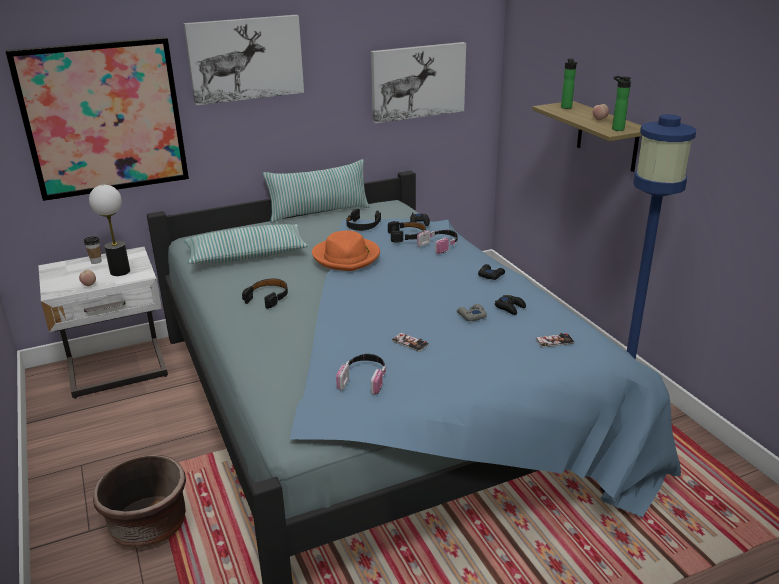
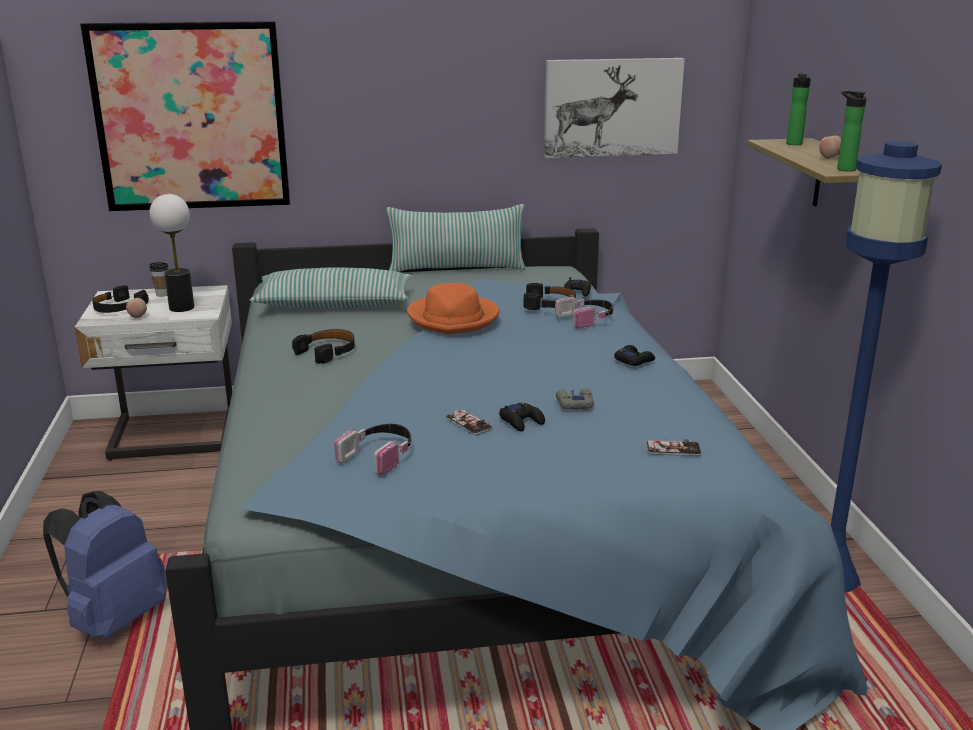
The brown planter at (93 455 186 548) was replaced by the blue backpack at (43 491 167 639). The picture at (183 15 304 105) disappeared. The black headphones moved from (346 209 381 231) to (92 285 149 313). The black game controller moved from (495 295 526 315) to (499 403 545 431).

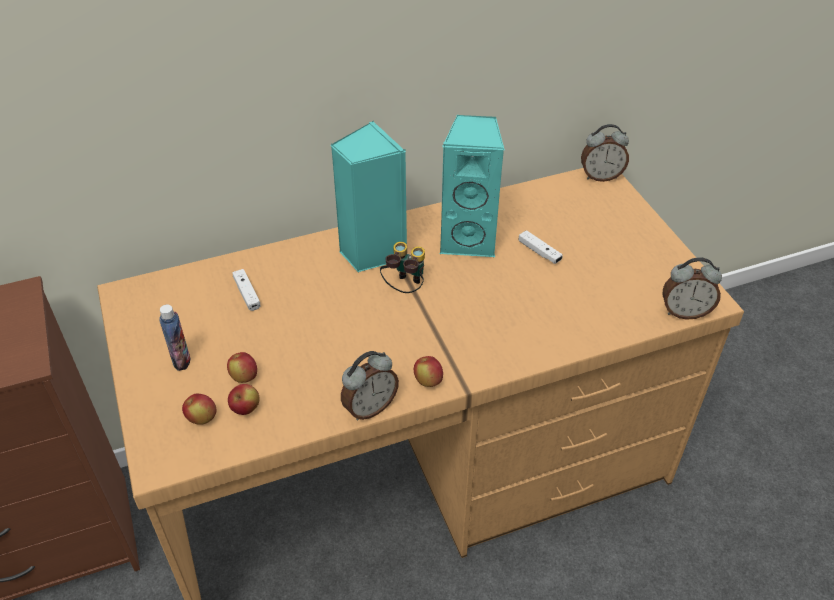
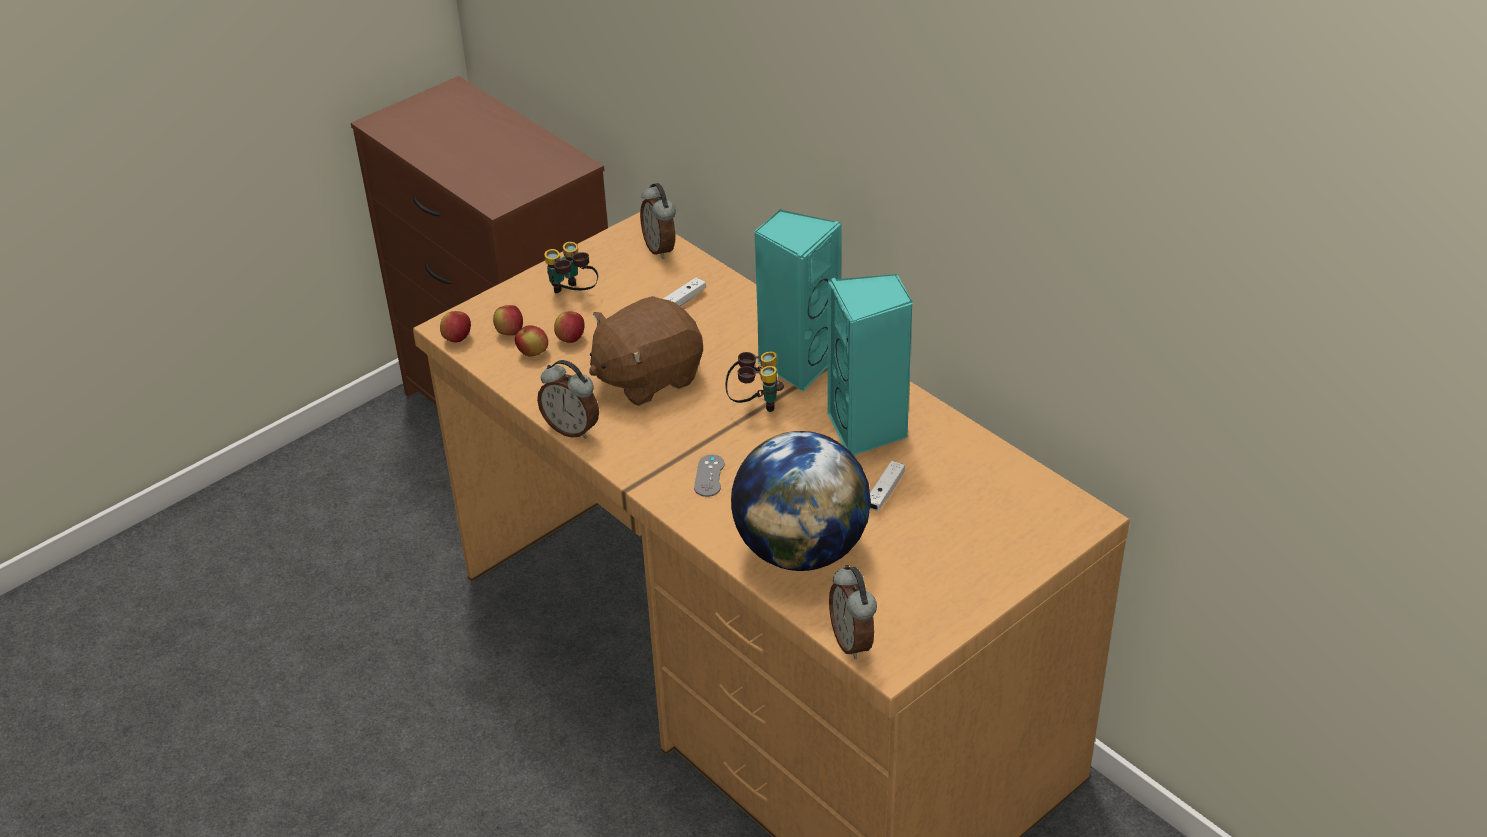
The bottle at (159 304 190 371) was replaced by the binoculars at (544 242 598 293). The apple moved from (414 356 443 387) to (440 311 471 342). The alarm clock moved from (581 124 629 182) to (640 183 676 259). The brown plush toy at (589 296 703 406) appeared. The grey game controller at (694 455 725 497) appeared. The globe at (731 431 871 571) appeared.

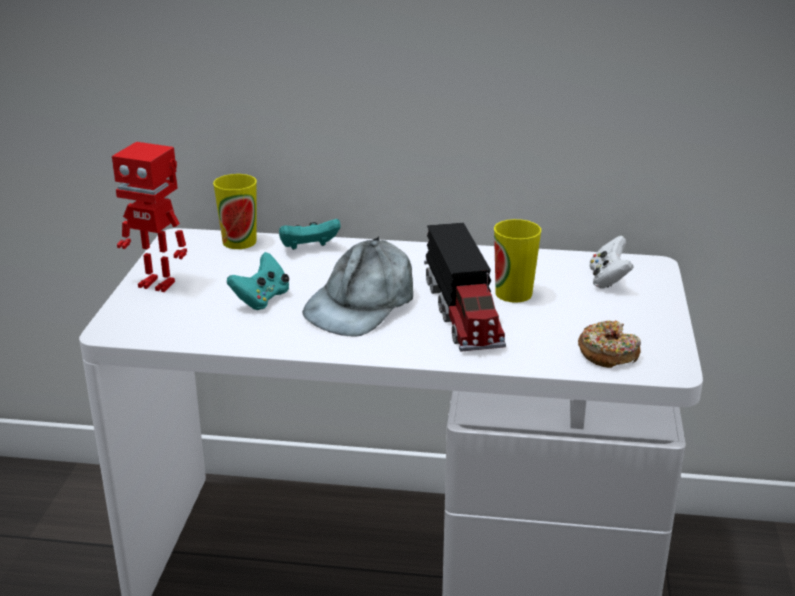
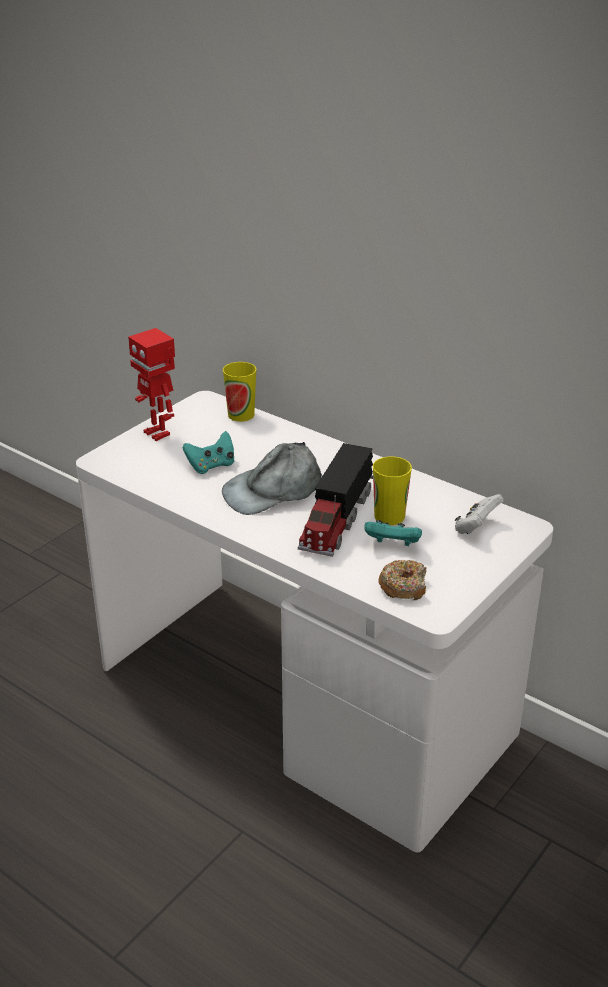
The turquoise game controller moved from (279 219 340 250) to (364 520 422 546).

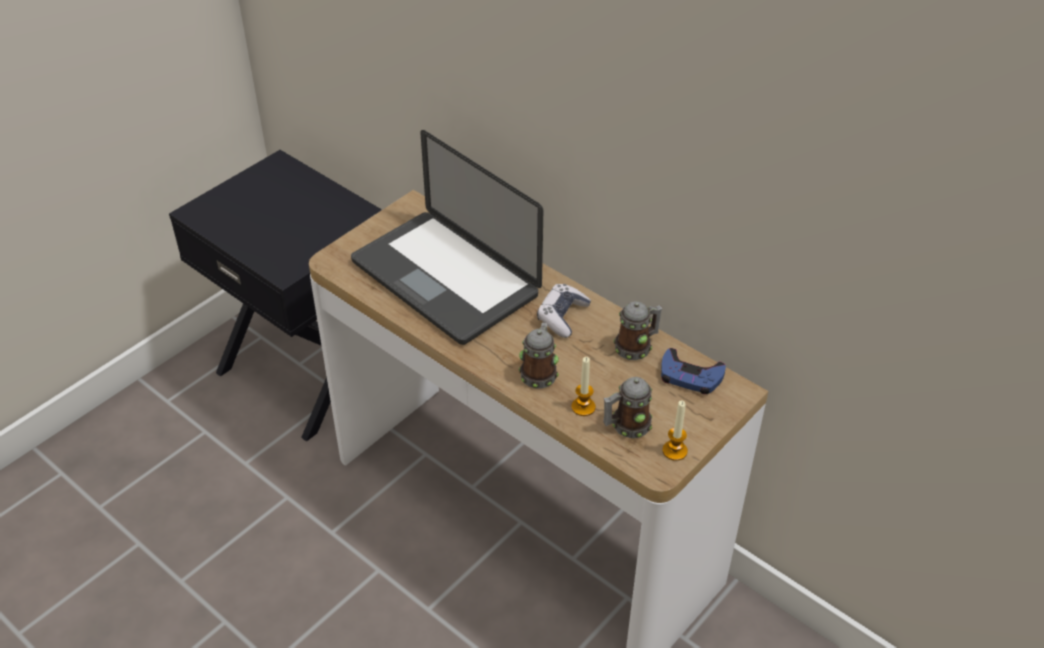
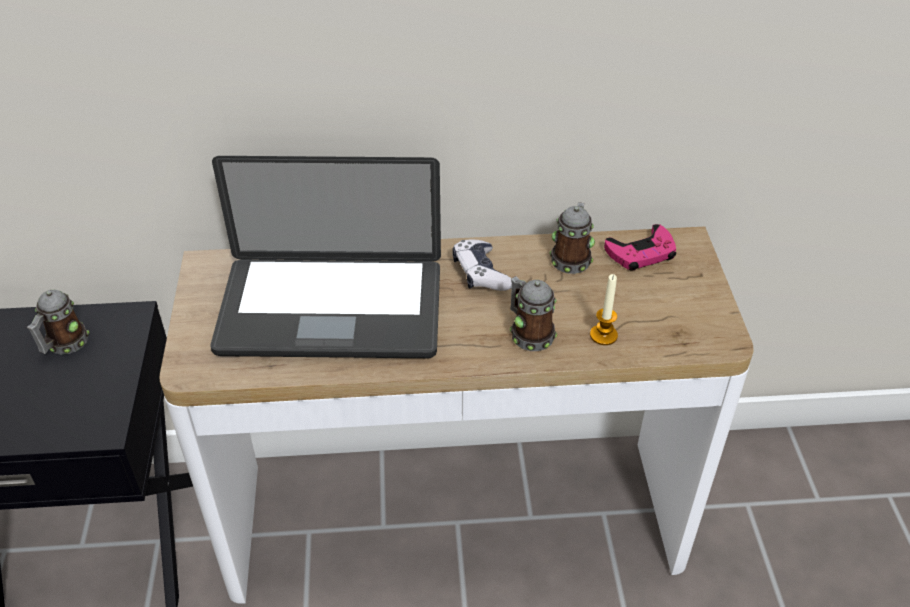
The mug moved from (603 377 652 438) to (27 290 89 354). The blue game controller at (661 348 726 394) became the pink game controller at (604 224 676 270). The candle at (663 400 688 461) disappeared.

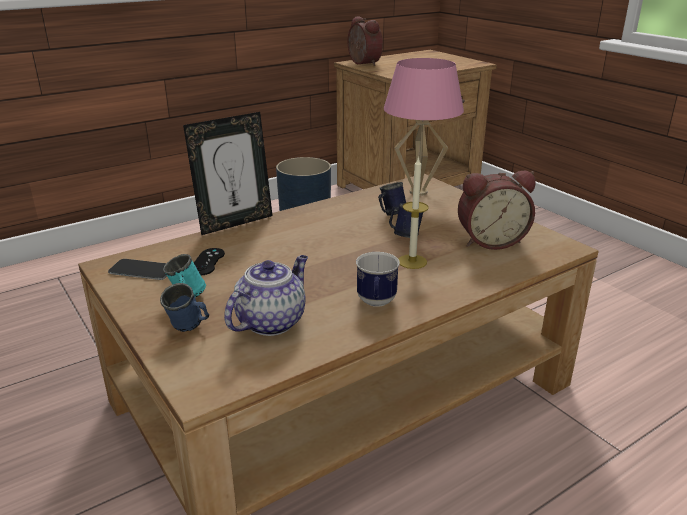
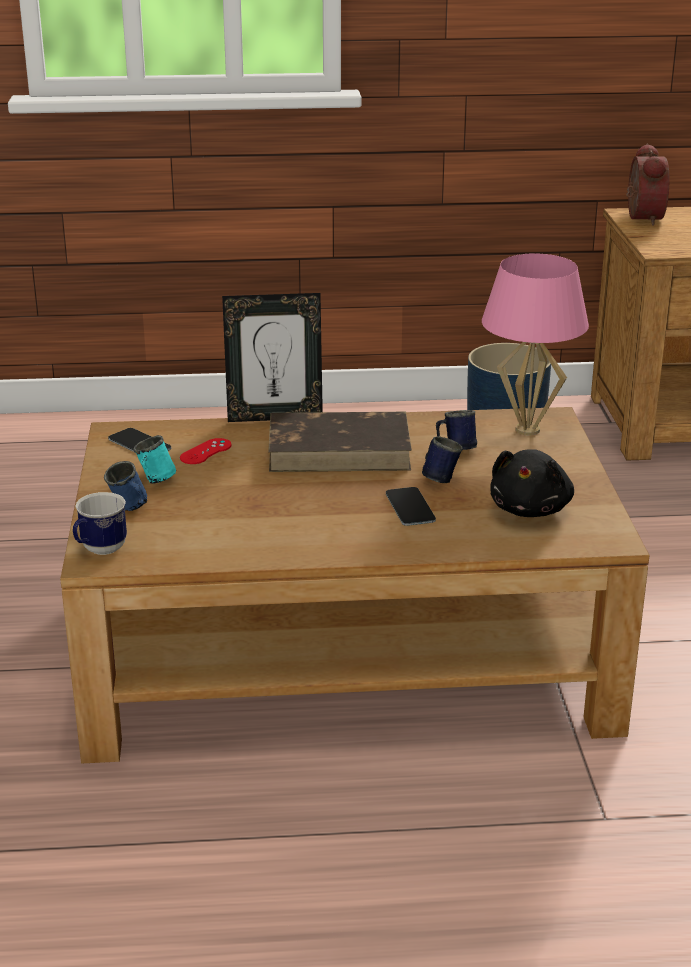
The black game controller at (194 248 225 275) became the red game controller at (180 438 231 464). The teapot at (224 255 308 336) disappeared. The mug moved from (356 252 400 307) to (73 492 127 555). The candle at (399 156 429 269) was replaced by the phone at (386 487 436 526). The alarm clock at (458 170 536 250) was replaced by the black plush toy at (490 449 574 517). The brown book at (268 412 412 472) appeared.

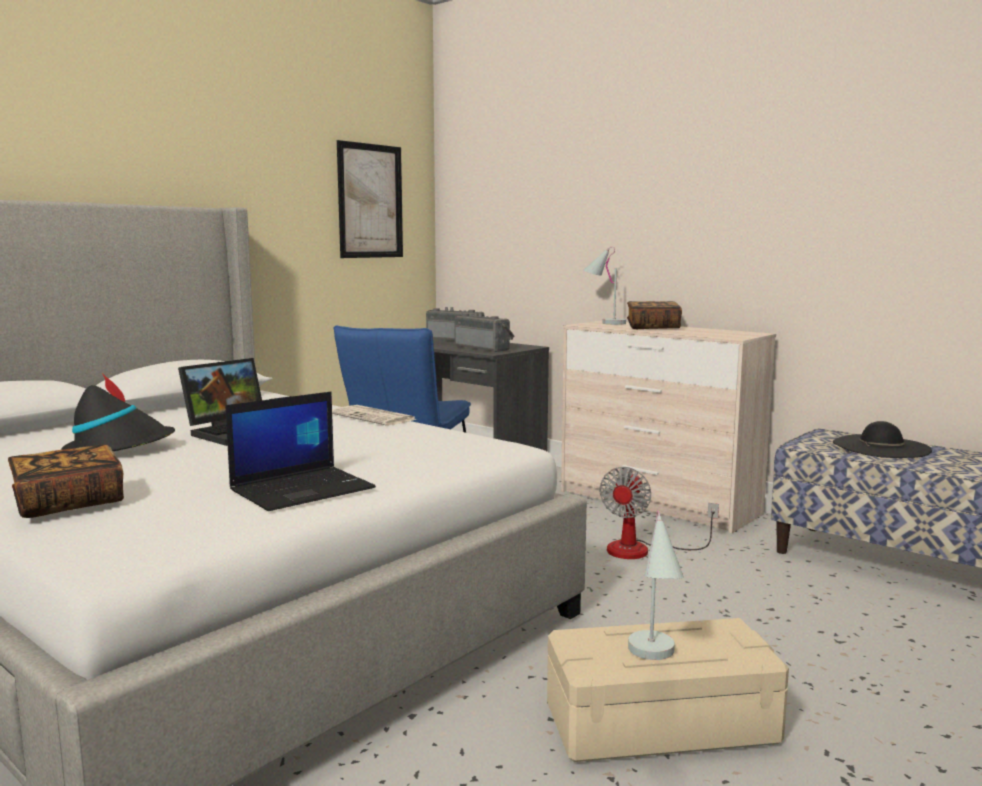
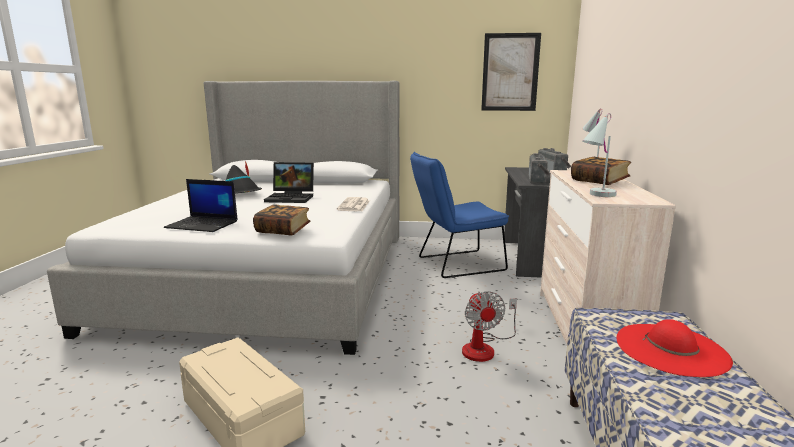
The book moved from (8 444 124 518) to (253 204 310 236). The fan at (599 467 719 559) turned 90 degrees counterclockwise. The white table lamp moved from (628 511 684 660) to (582 113 617 197). The black hat at (833 421 932 458) became the red hat at (617 319 733 377).

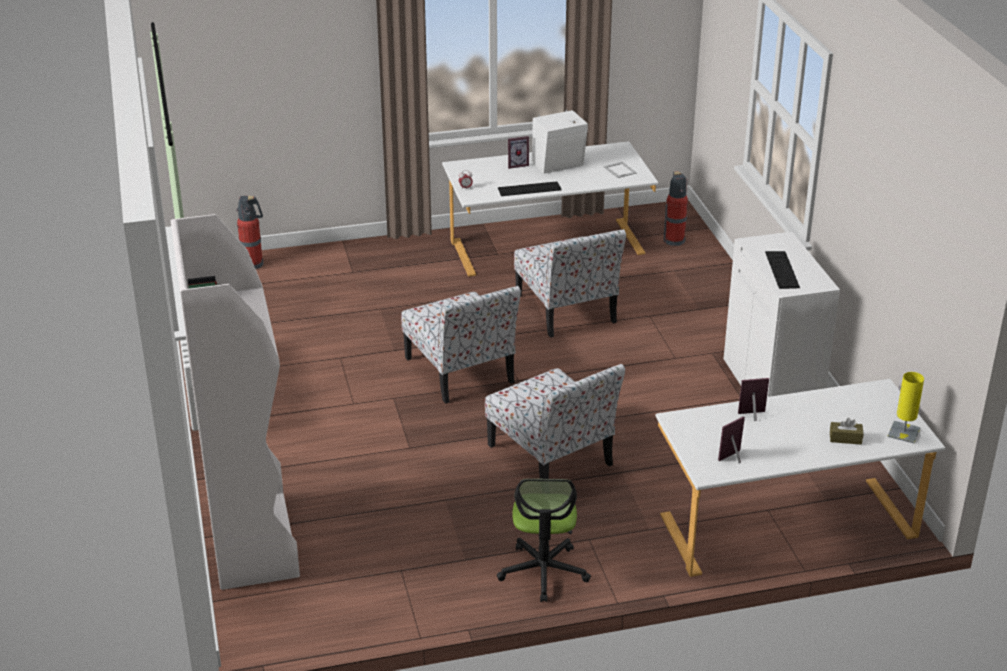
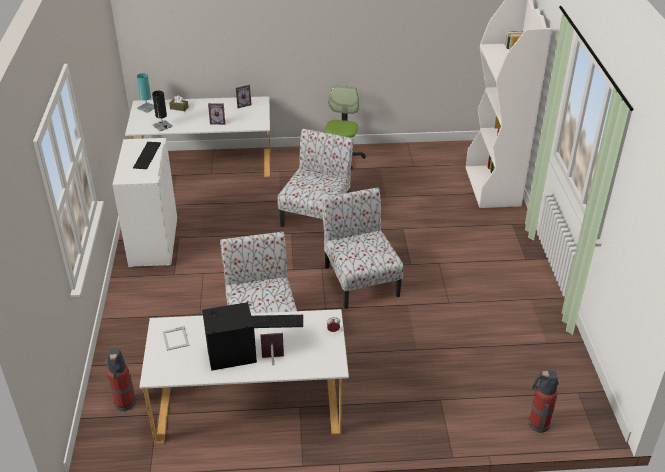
The chair at (485 364 625 479) turned 45 degrees clockwise. The white speaker at (532 109 588 173) became the black speaker at (202 302 257 371). The yellow table lamp at (887 372 924 443) became the turquoise table lamp at (137 73 154 113). The black table lamp at (152 91 173 131) appeared.

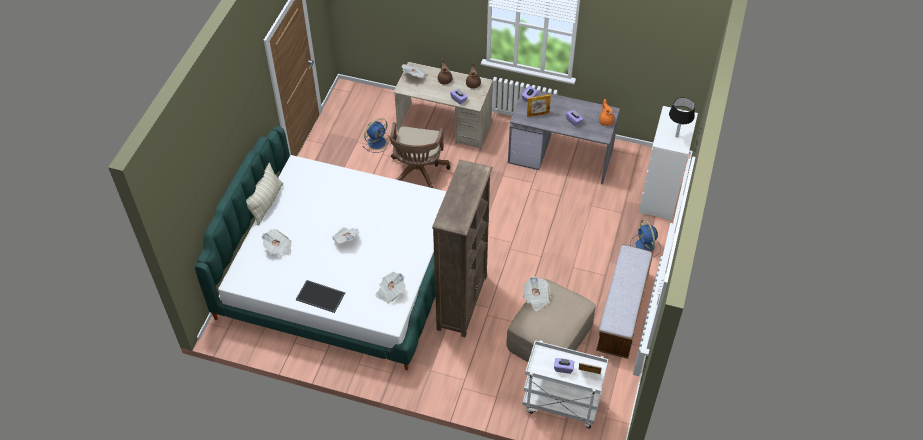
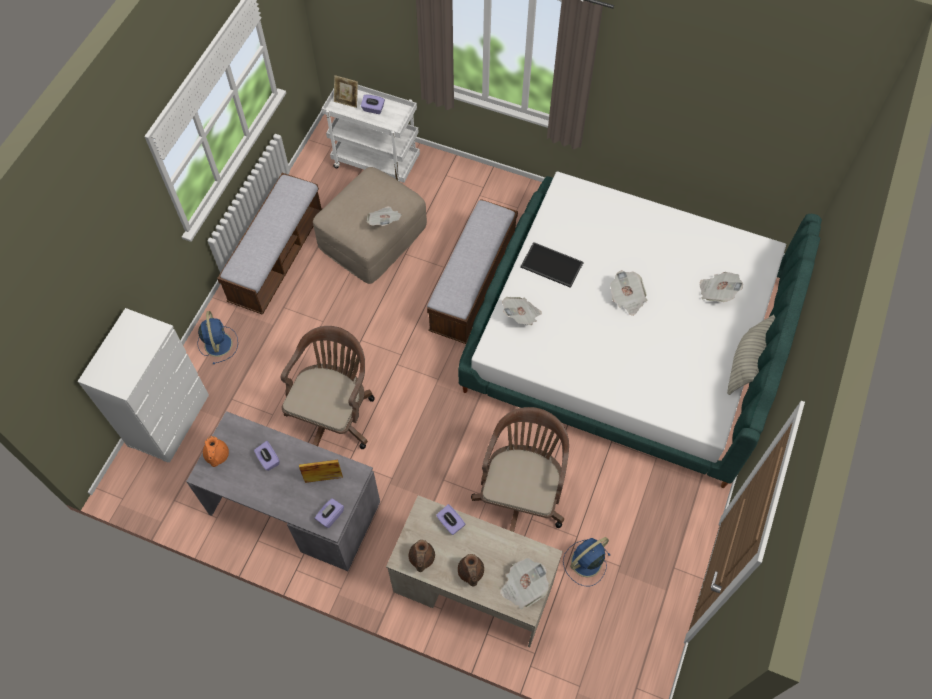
The tray moved from (296 280 345 313) to (520 242 584 288). The newspaper moved from (375 272 406 304) to (502 297 542 325). The brown bookcase at (432 160 493 337) was replaced by the bench at (427 199 518 344). The black table lamp at (669 97 695 138) disappeared. The brown office chair at (281 326 375 449) appeared.

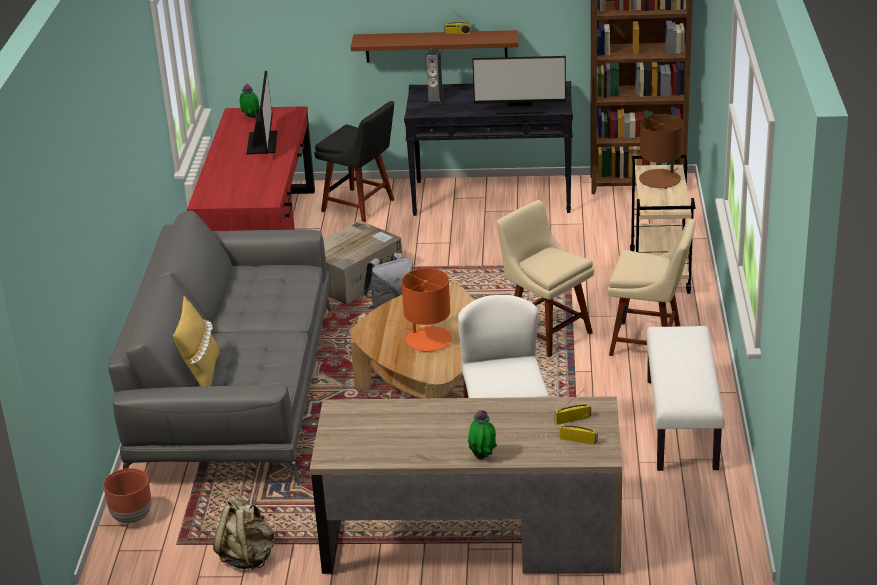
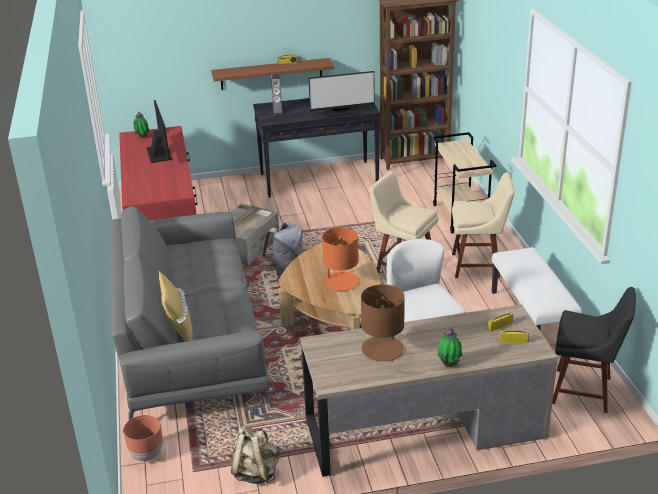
The black chair moved from (314 101 394 222) to (552 287 636 413). The brown table lamp moved from (639 114 683 189) to (361 284 405 361).

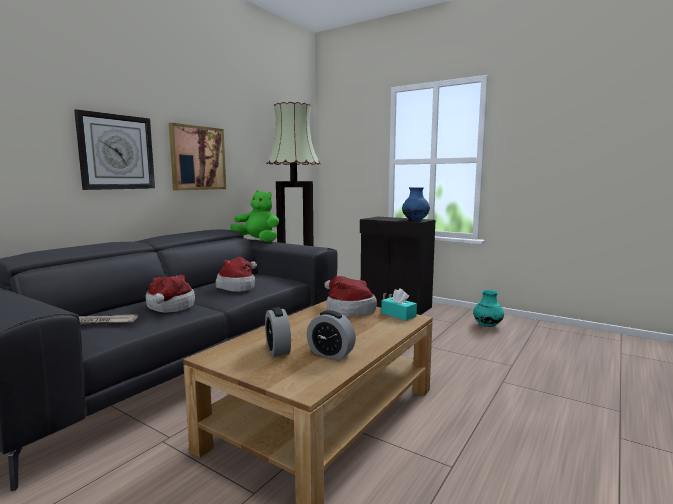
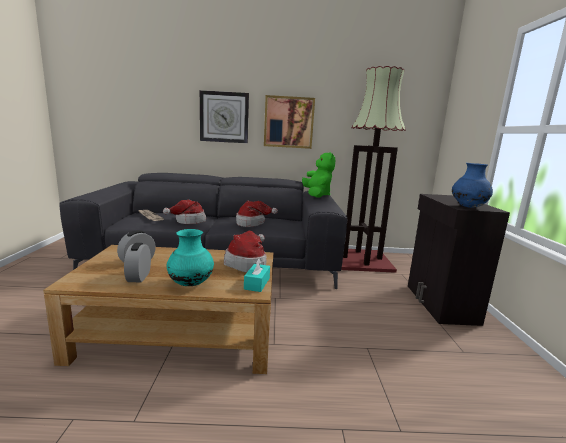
The turquoise vase moved from (473 290 504 327) to (166 229 214 286).

